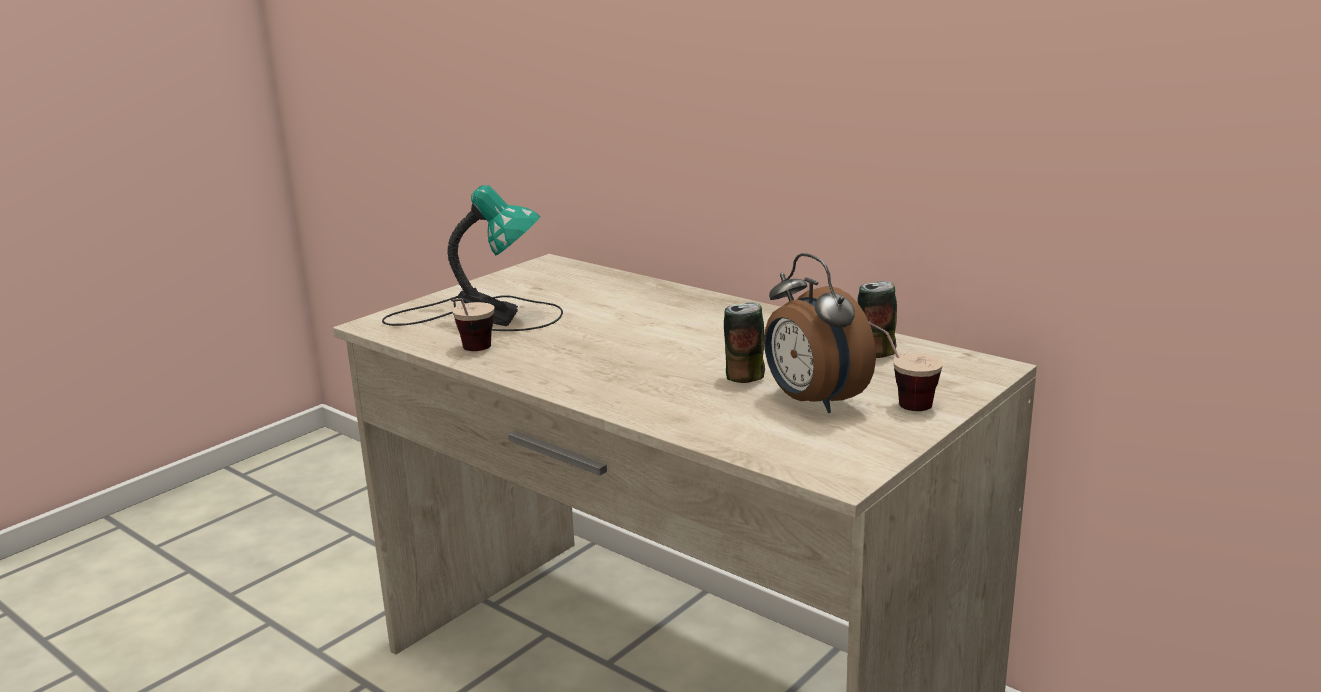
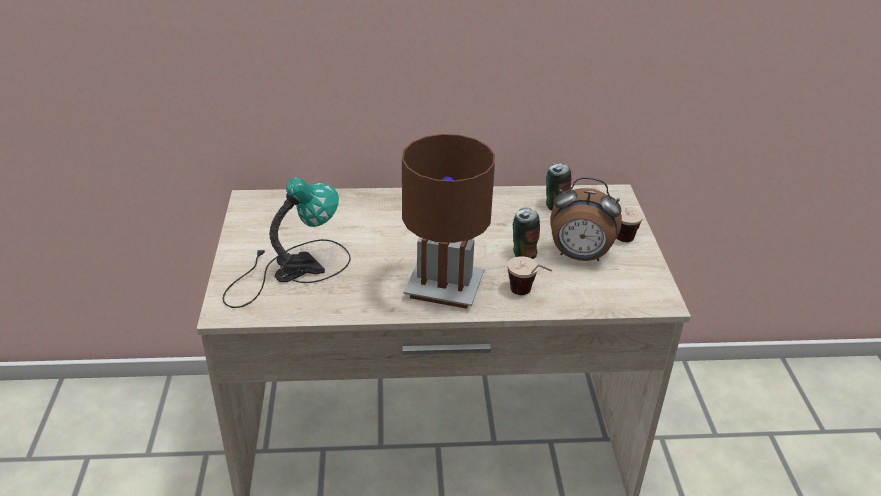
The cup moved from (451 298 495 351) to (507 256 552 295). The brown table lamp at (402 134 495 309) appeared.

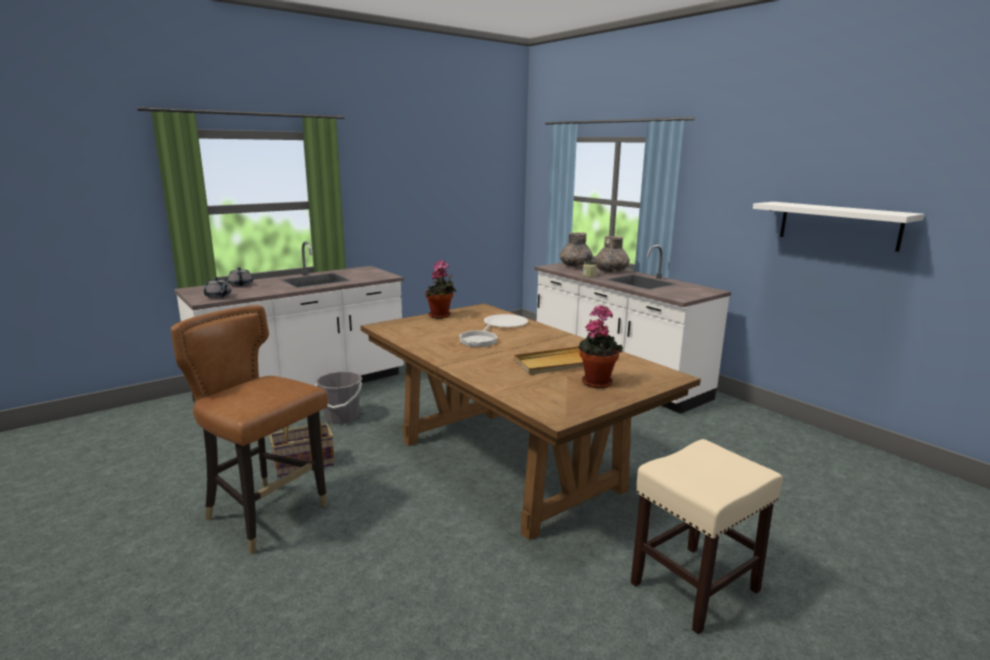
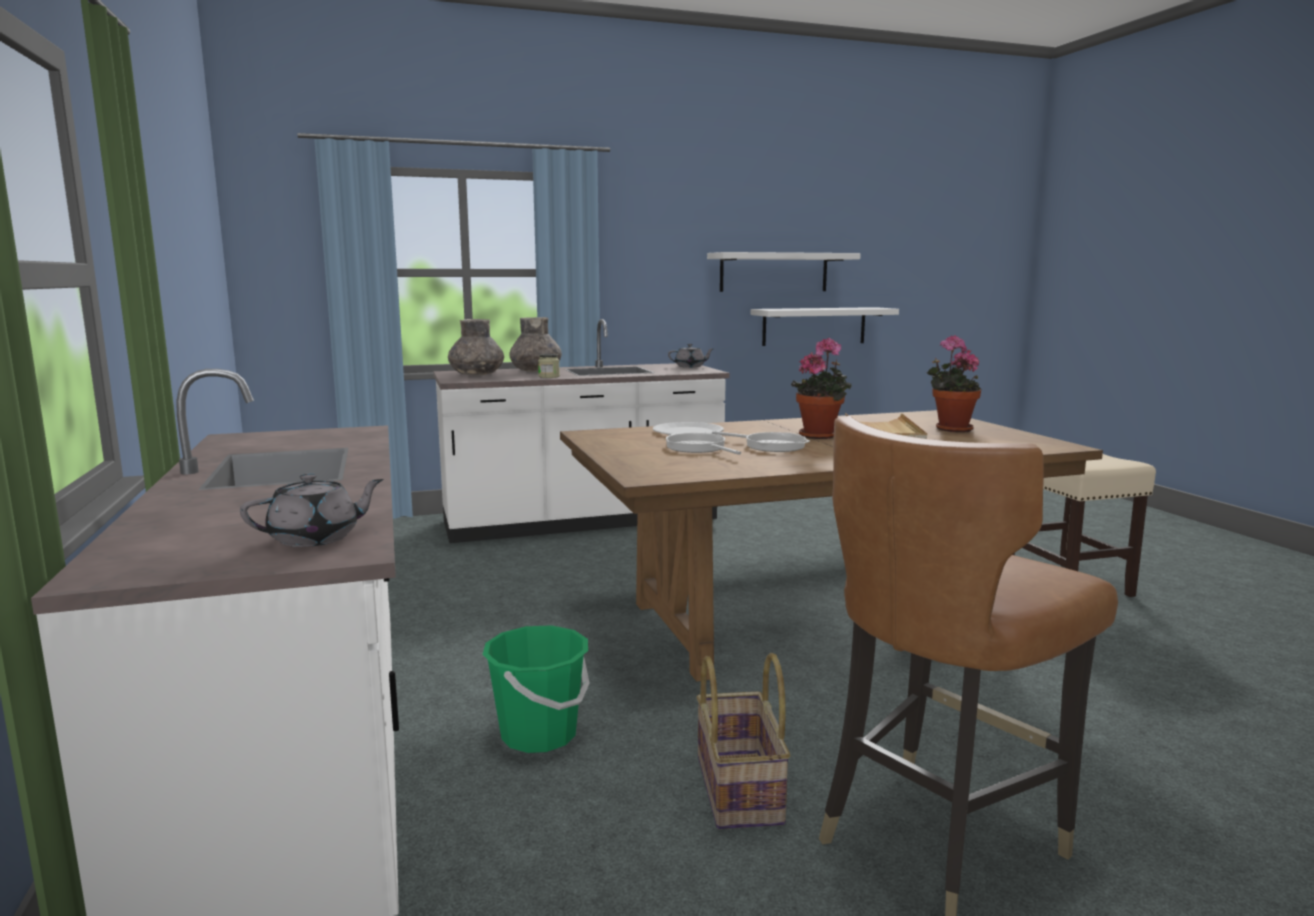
The grey teapot moved from (228 267 253 287) to (668 344 715 368). The grey bucket at (315 372 363 424) became the green bucket at (483 625 589 753). The potted plant moved from (425 260 456 319) to (791 338 852 439). The frying pan at (666 433 741 455) appeared. The white shelf at (751 307 899 346) appeared.

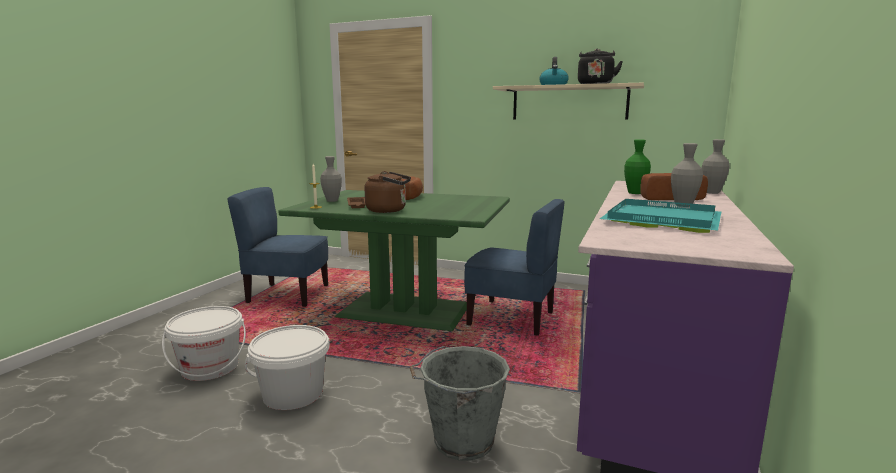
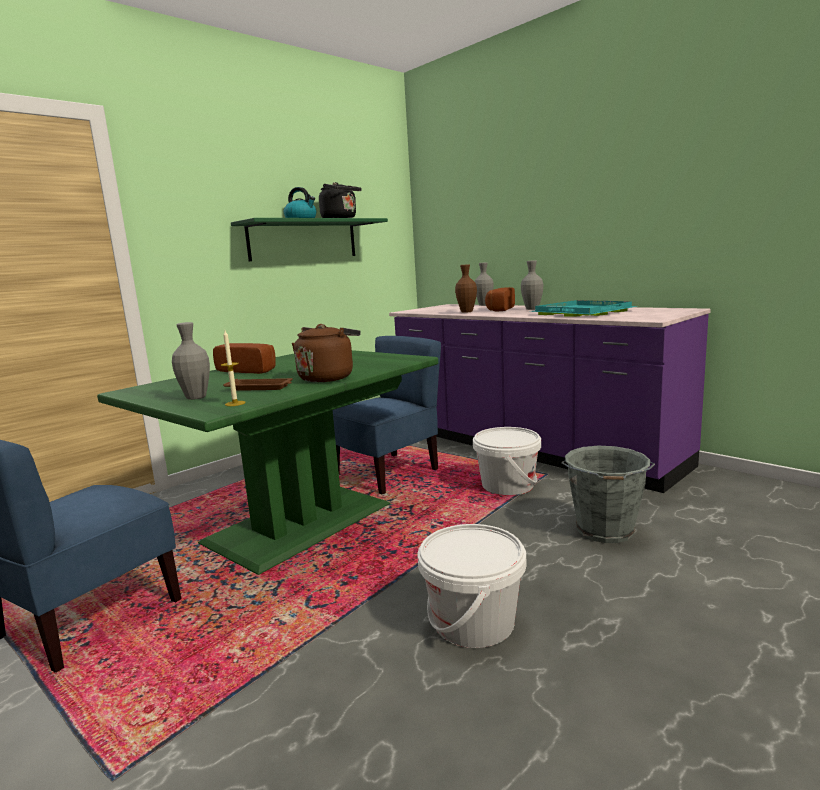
The white bucket moved from (162 306 246 381) to (473 427 541 495). The beige shelf at (493 83 644 120) became the green shelf at (231 218 388 261). The green vase at (624 139 651 194) became the brown vase at (455 264 477 313).

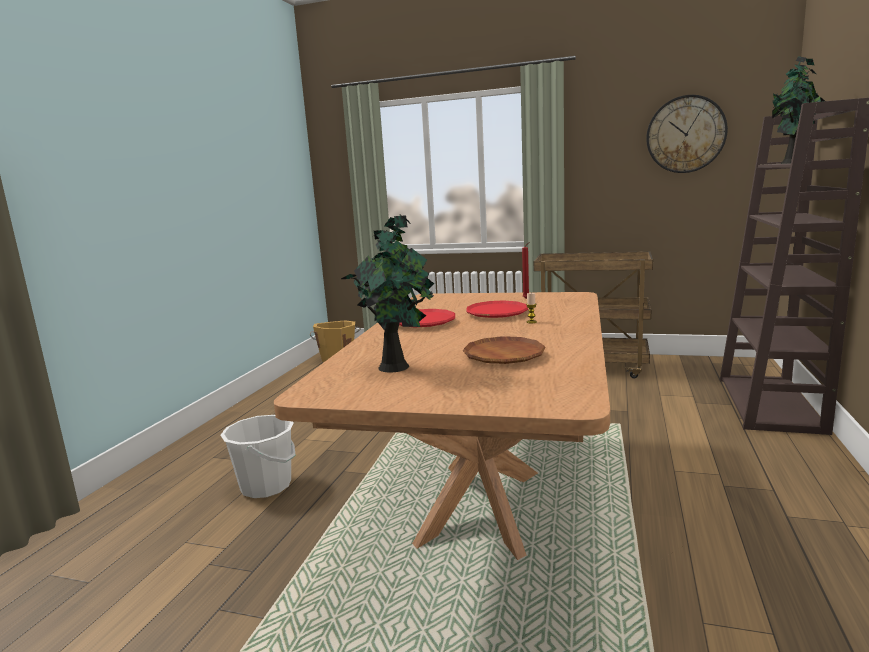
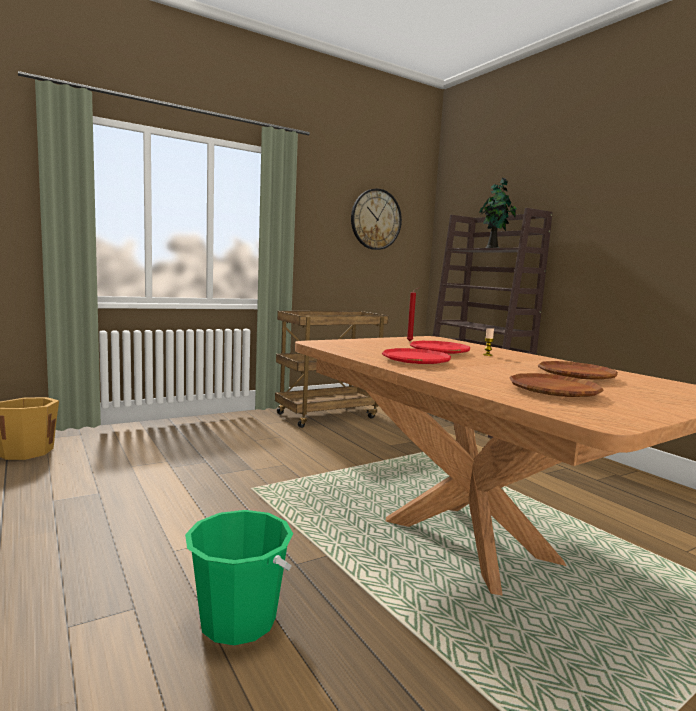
The white bucket at (221 415 295 498) became the green bucket at (185 510 293 645). The potted plant at (341 215 434 372) was replaced by the brown plate at (510 373 604 397).

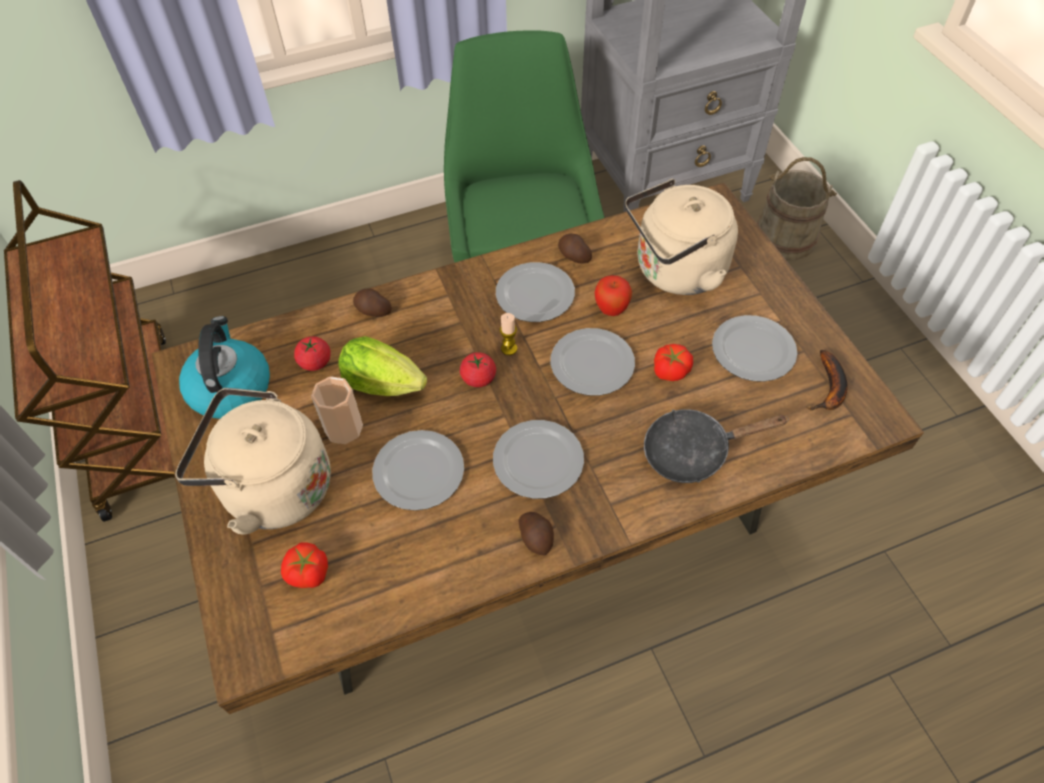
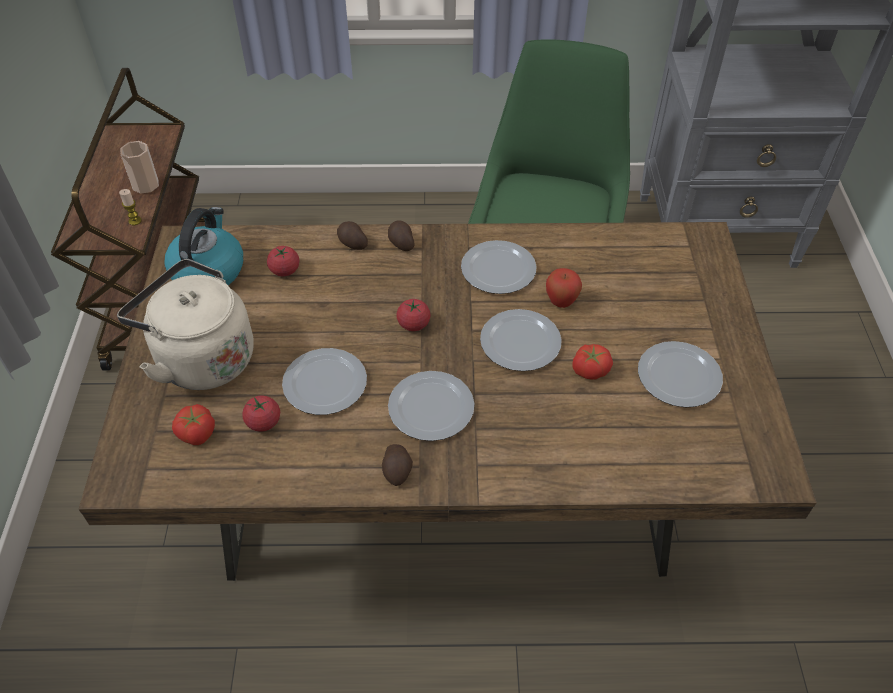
The cup moved from (311 376 363 444) to (120 141 159 194). The lettuce at (338 336 427 396) disappeared. The candle moved from (500 313 517 355) to (119 189 142 225). The potato moved from (558 234 592 264) to (388 221 414 251). The beige kettle at (625 179 738 295) disappeared. The black frying pan at (644 409 789 483) disappeared. The beige bucket at (757 157 837 260) disappeared. The banana at (806 350 848 411) disappeared. The tomato at (242 396 280 432) appeared.

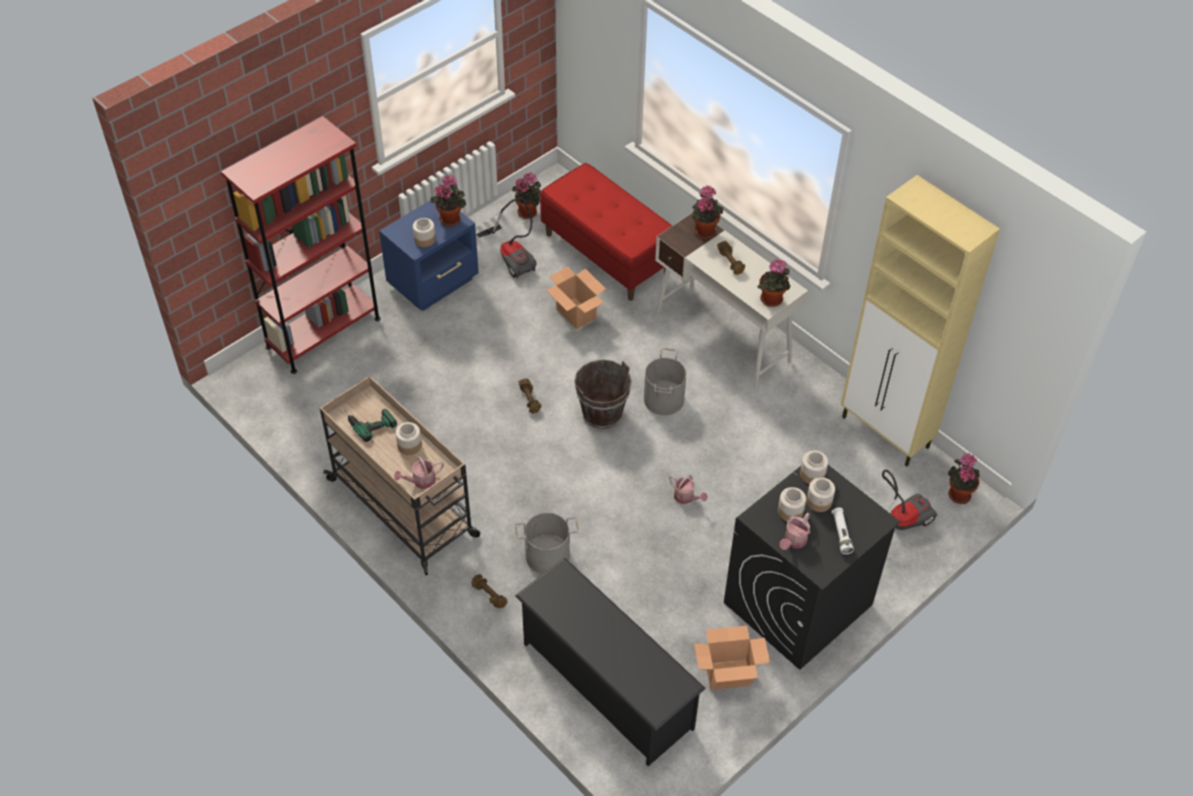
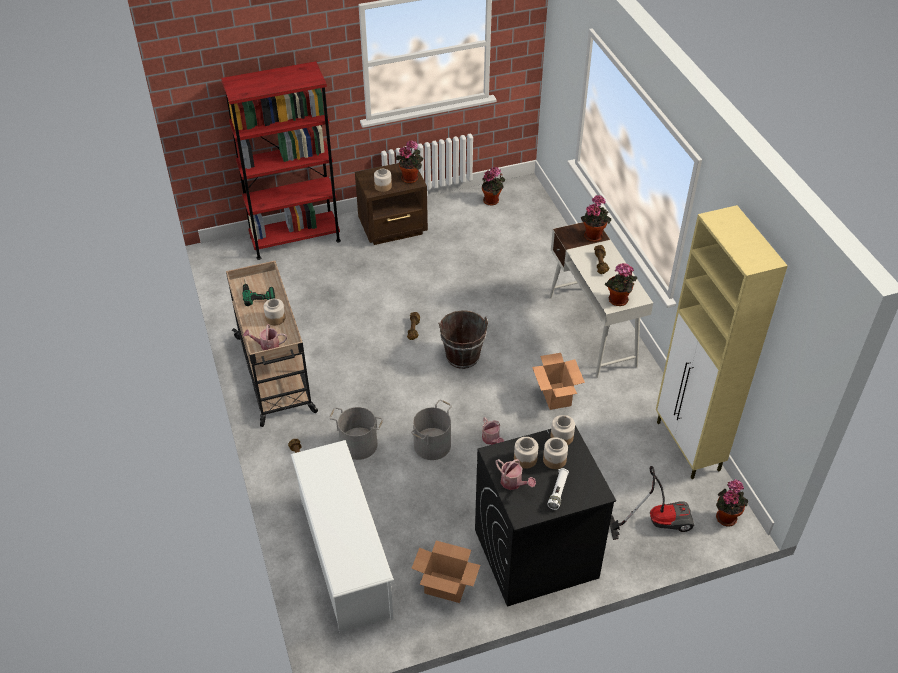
The blue nightstand at (379 200 479 311) became the brown nightstand at (355 163 428 245). The vacuum cleaner at (476 197 537 279) disappeared. The black shoe rack at (515 557 706 766) became the white shoe rack at (291 440 394 633). The red bench at (540 163 672 301) disappeared. The cardboard box moved from (546 267 606 329) to (532 353 585 410). The grey bucket moved from (644 348 687 415) to (411 400 452 460). The watering can at (780 513 810 550) turned 105 degrees counterclockwise.

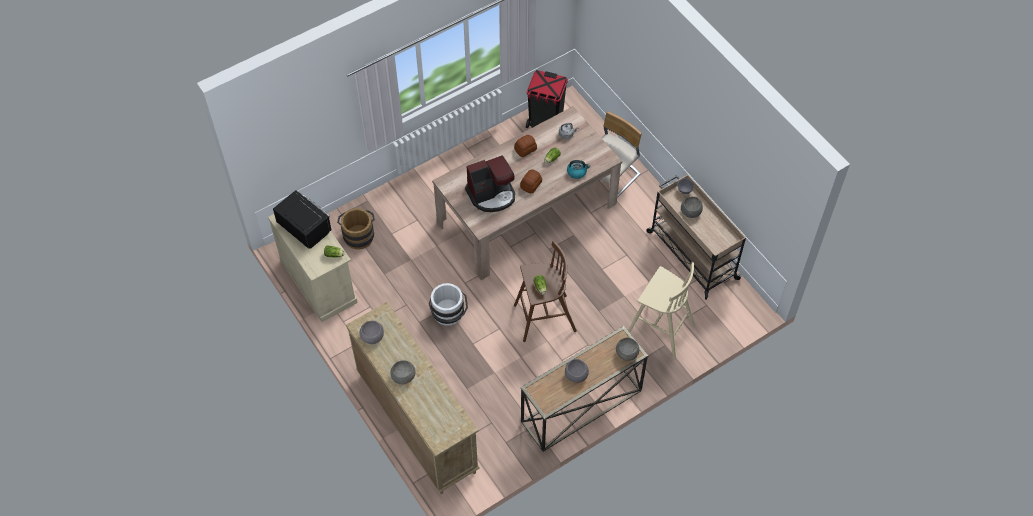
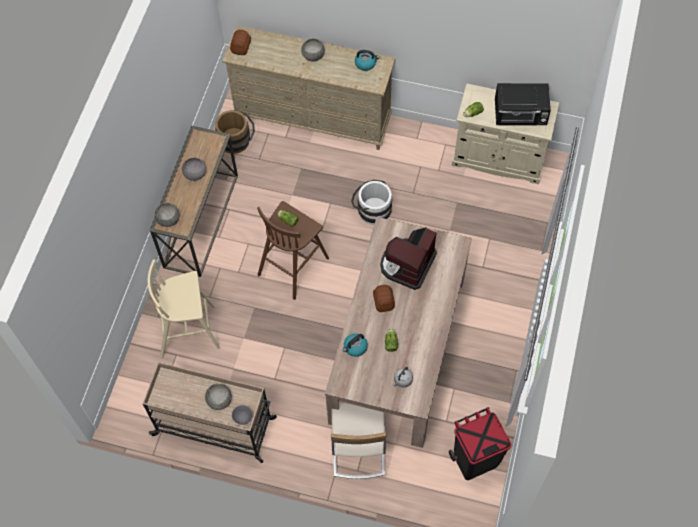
The brown bucket moved from (337 208 375 250) to (215 110 255 154). The grey bowl at (359 321 384 344) was replaced by the kettle at (355 50 379 71). The bread moved from (514 135 537 157) to (230 30 251 55).

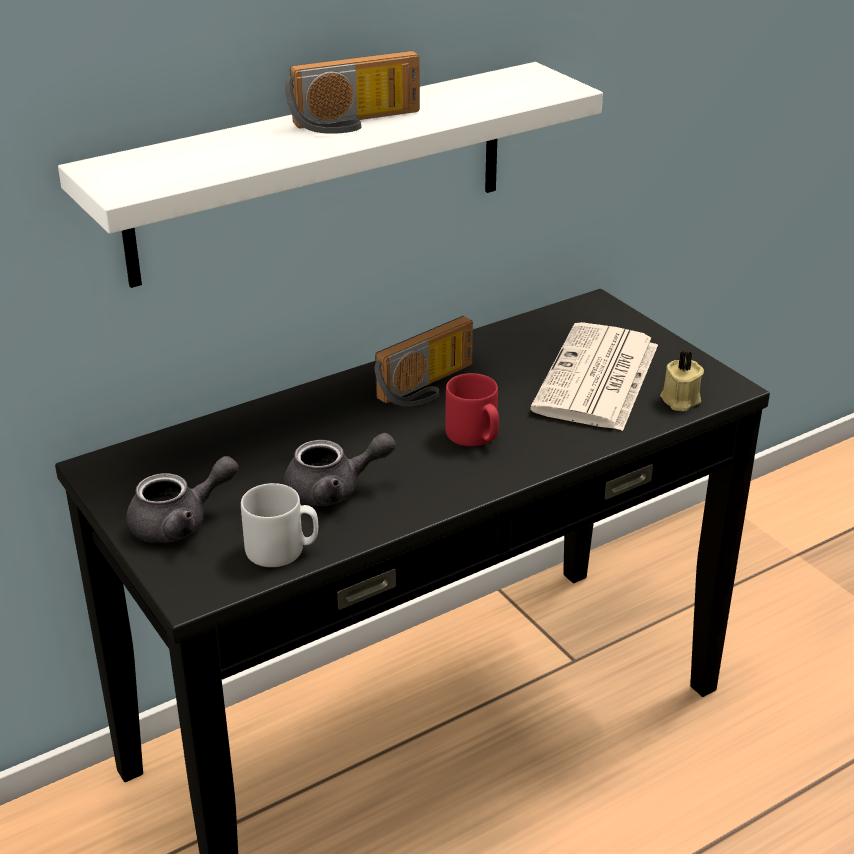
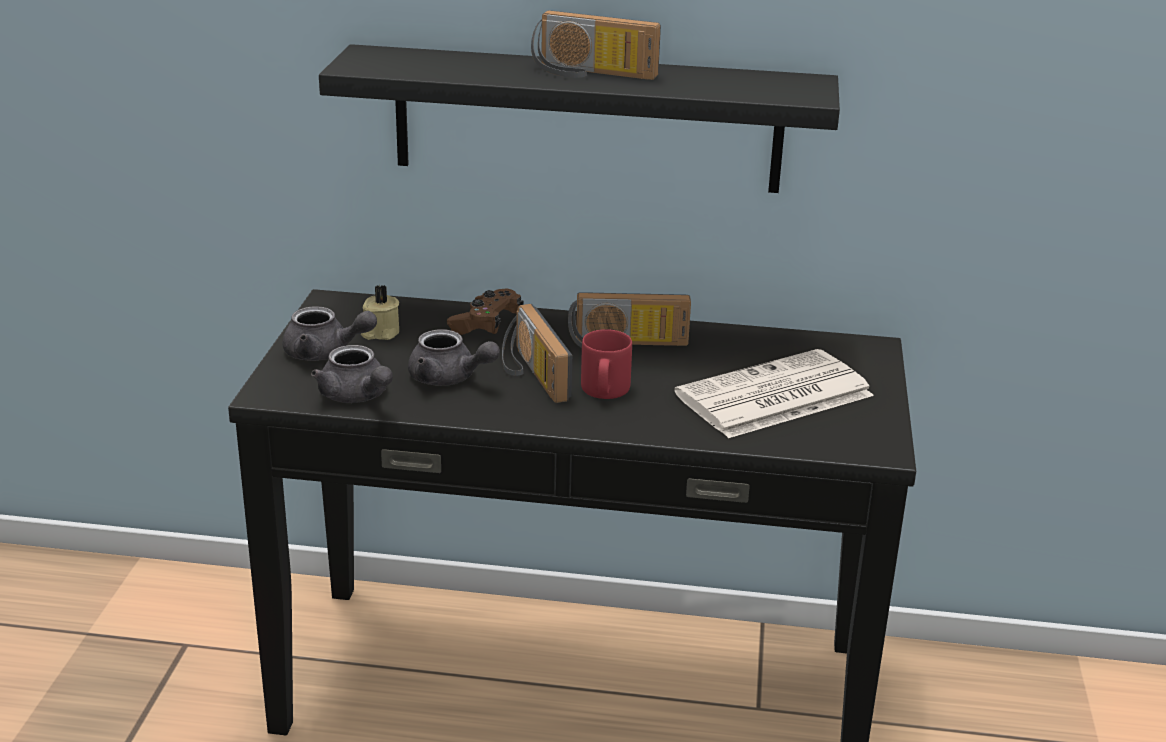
The white shelf at (58 62 603 288) became the black shelf at (319 44 840 193). The grey mug at (241 483 318 567) was replaced by the grey teapot at (311 345 393 403). The beige candle moved from (660 350 704 411) to (361 284 399 340). The brown game controller at (447 288 524 335) appeared. The radio at (502 304 572 403) appeared.

